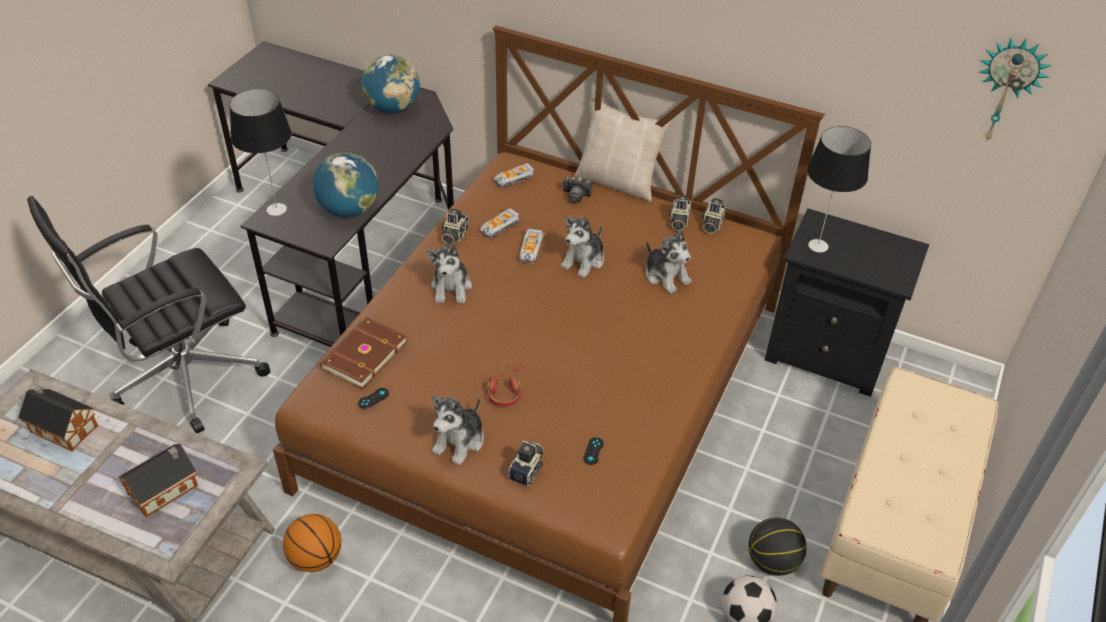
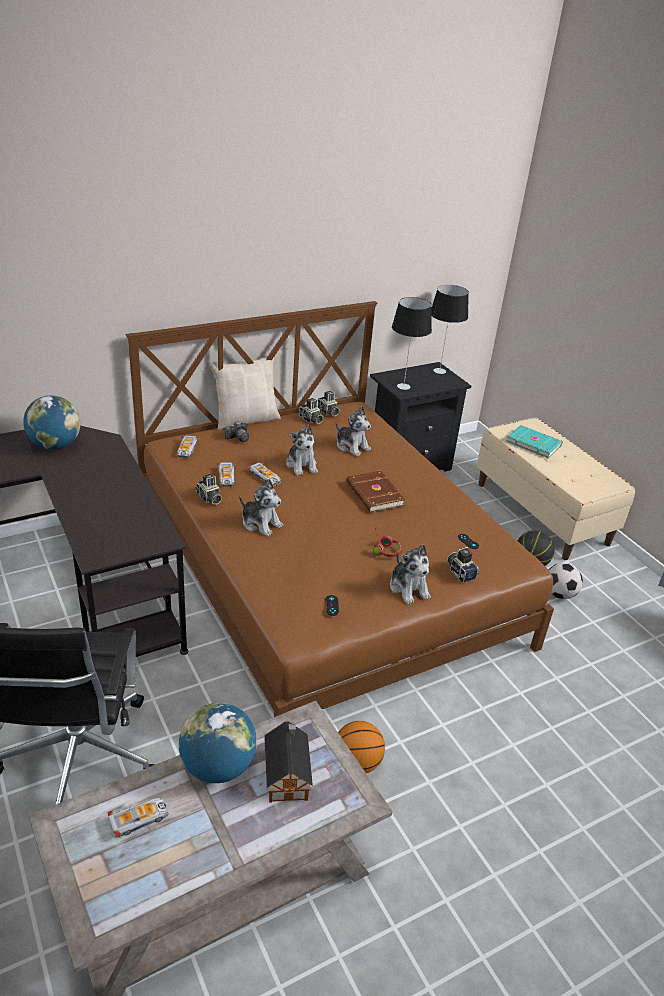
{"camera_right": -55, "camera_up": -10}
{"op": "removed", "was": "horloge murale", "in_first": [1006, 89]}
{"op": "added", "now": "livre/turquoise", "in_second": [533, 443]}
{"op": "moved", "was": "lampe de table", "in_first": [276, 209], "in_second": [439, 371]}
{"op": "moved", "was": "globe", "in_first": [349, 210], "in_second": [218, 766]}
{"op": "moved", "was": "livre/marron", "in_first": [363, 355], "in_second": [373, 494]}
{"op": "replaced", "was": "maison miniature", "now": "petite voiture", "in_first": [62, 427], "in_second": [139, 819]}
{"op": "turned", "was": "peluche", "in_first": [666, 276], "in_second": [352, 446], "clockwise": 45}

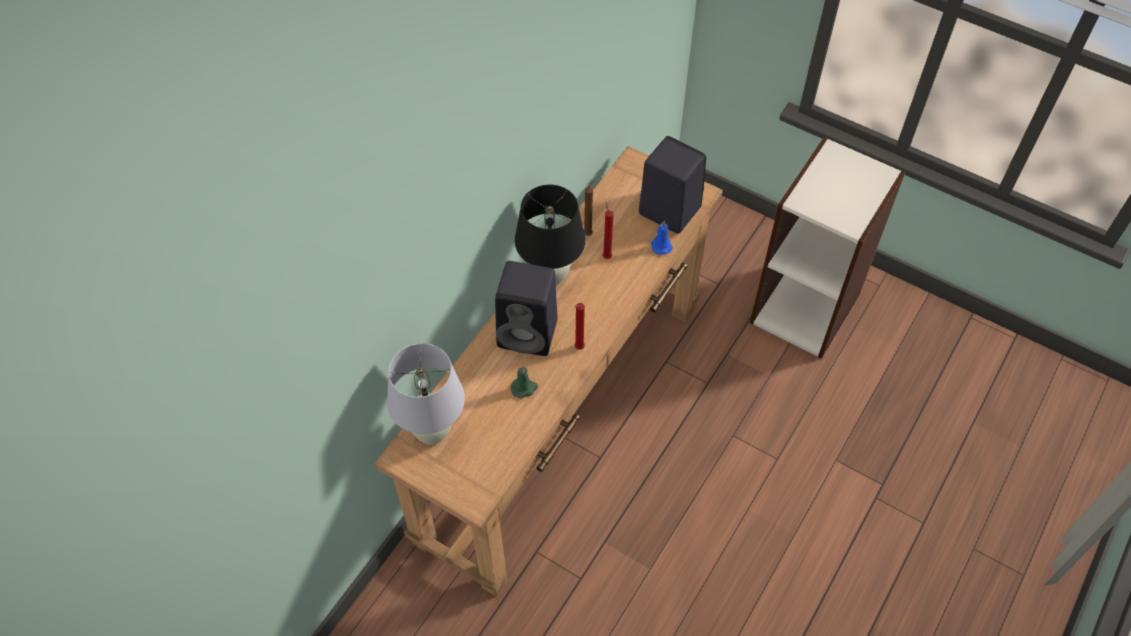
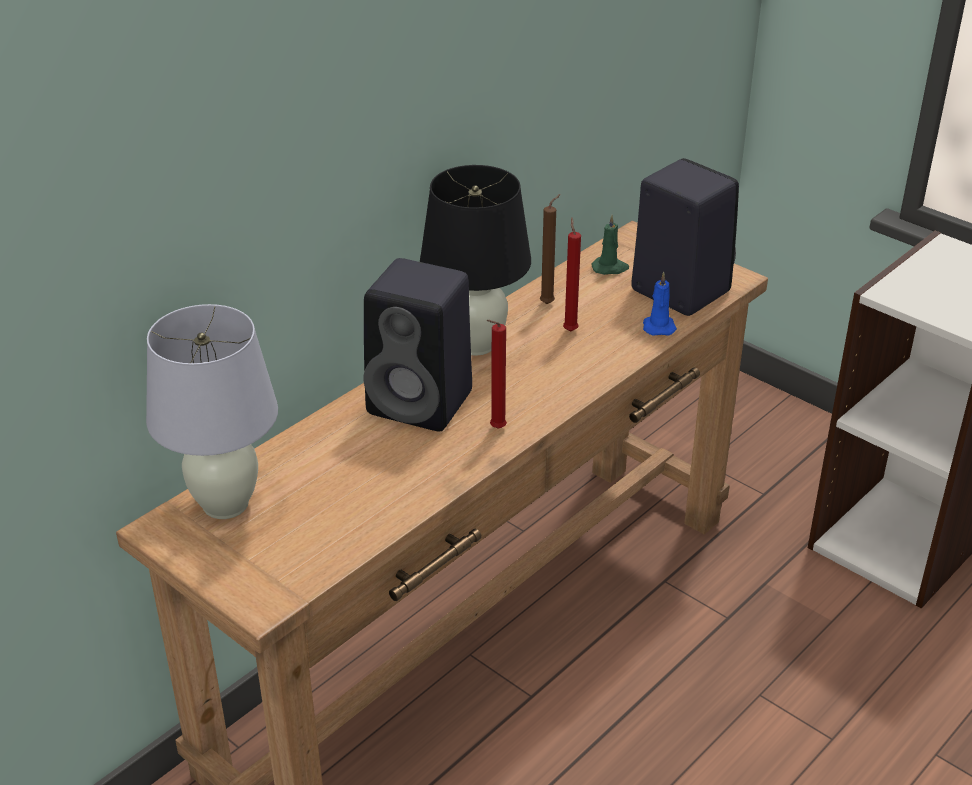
{"camera_right": 10, "camera_up": -20}
{"op": "moved", "was": "bougie/vert", "in_first": [524, 388], "in_second": [610, 268]}

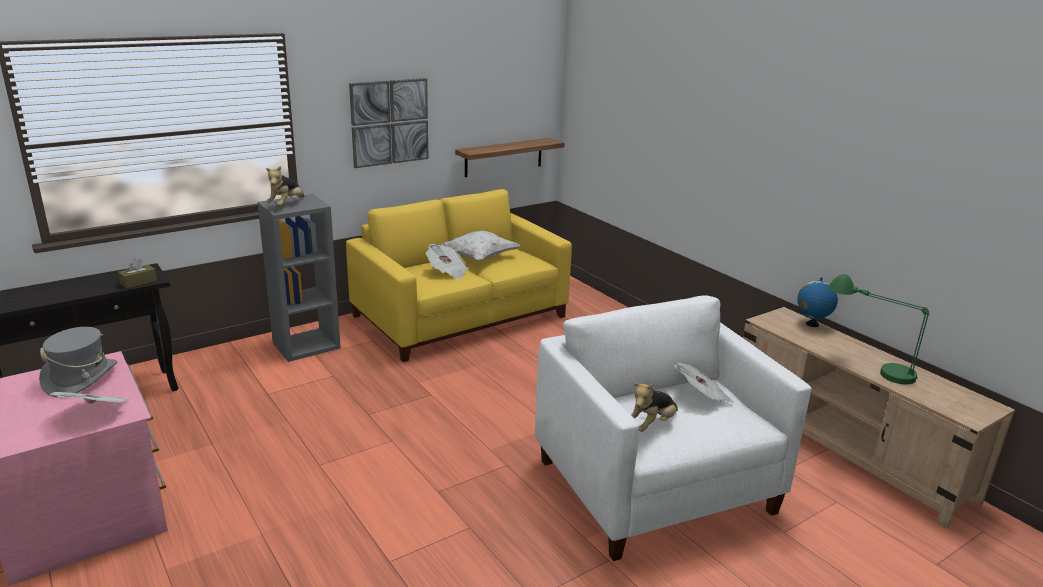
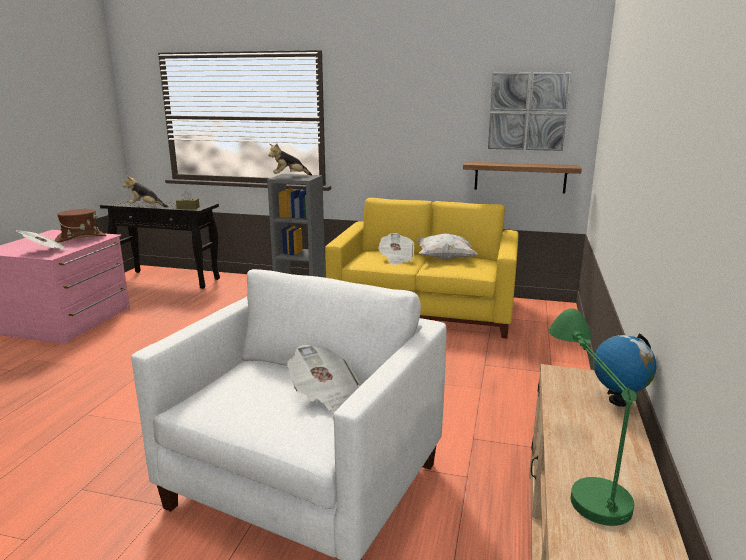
{"camera_right": 50, "camera_up": -5}
{"op": "moved", "was": "tableau", "in_first": [389, 122], "in_second": [528, 111]}
{"op": "moved", "was": "peluche", "in_first": [651, 424], "in_second": [146, 207]}
{"op": "recoloured", "was": "chapeau/gris", "now": "chapeau/marron", "in_first": [81, 378], "in_second": [81, 238]}

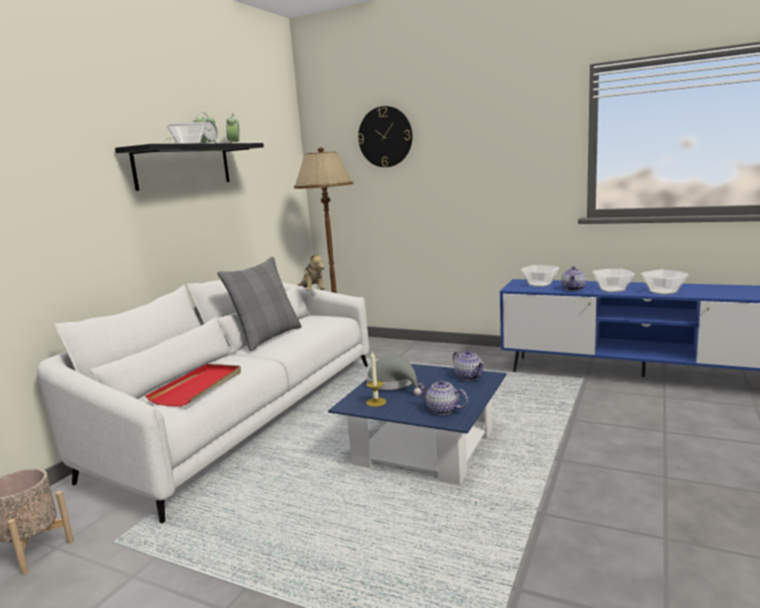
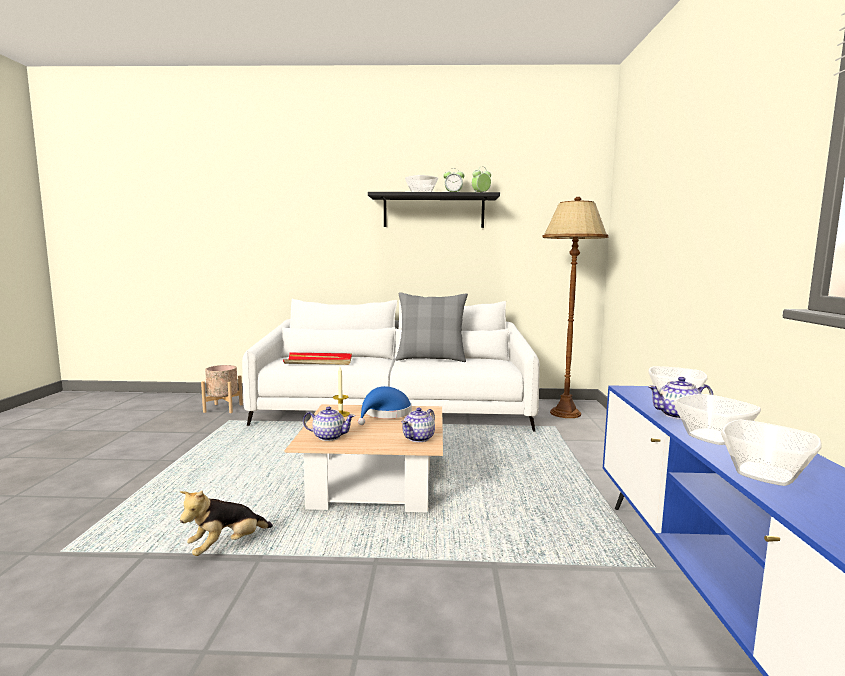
{"camera_right": 65, "camera_up": -5}
{"op": "removed", "was": "horloge murale", "in_first": [385, 137]}
{"op": "moved", "was": "peluche", "in_first": [313, 292], "in_second": [227, 546]}
{"op": "recoloured", "was": "table basse/bleu", "now": "table basse/beige", "in_first": [425, 447], "in_second": [374, 484]}
{"op": "recoloured", "was": "chapeau/gris", "now": "chapeau/bleu", "in_first": [394, 383], "in_second": [385, 414]}
{"op": "turned", "was": "théière", "in_first": [442, 410], "in_second": [329, 437], "clockwise": 90}

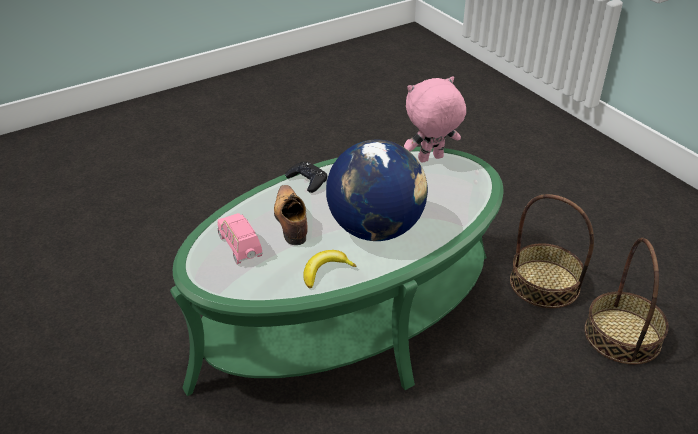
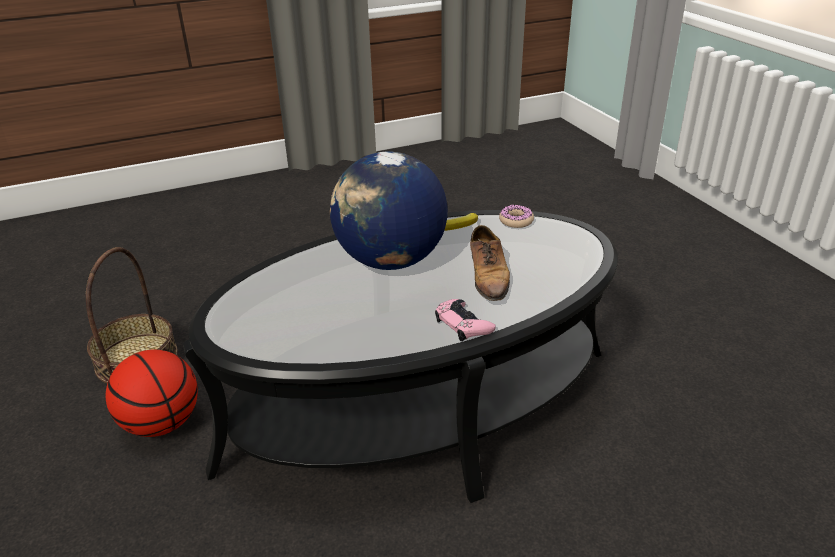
{"camera_right": -170, "camera_up": -5}
{"op": "removed", "was": "petite voiture/rose", "in_first": [240, 247]}
{"op": "removed", "was": "peluche/rose", "in_first": [431, 159]}
{"op": "added", "now": "beignet", "in_second": [516, 221]}
{"op": "replaced", "was": "panier", "now": "ballon de basket", "in_first": [544, 283], "in_second": [161, 423]}
{"op": "recoloured", "was": "table basse/vert", "now": "table basse/noir", "in_first": [349, 317], "in_second": [420, 407]}
{"op": "recoloured", "was": "manette/noir", "now": "manette/rose", "in_first": [307, 180], "in_second": [463, 324]}

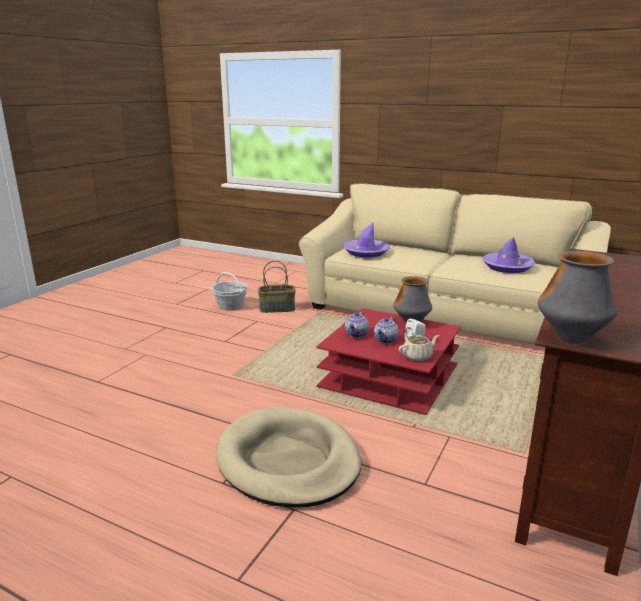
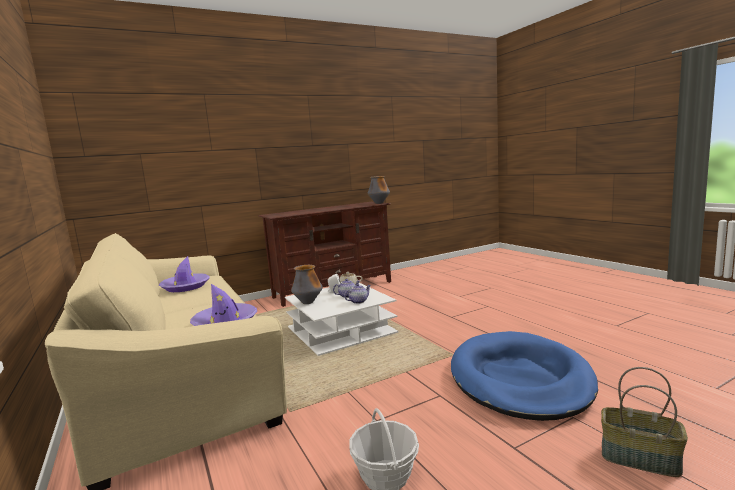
{"camera_right": -145, "camera_up": -10}
{"op": "removed", "was": "panier pour chien/beige", "in_first": [288, 461]}
{"op": "added", "now": "panier pour chien/bleu", "in_second": [520, 379]}
{"op": "moved", "was": "panier", "in_first": [277, 308], "in_second": [639, 459]}
{"op": "recoloured", "was": "table basse/rouge", "now": "table basse/blanc", "in_first": [389, 376], "in_second": [341, 330]}

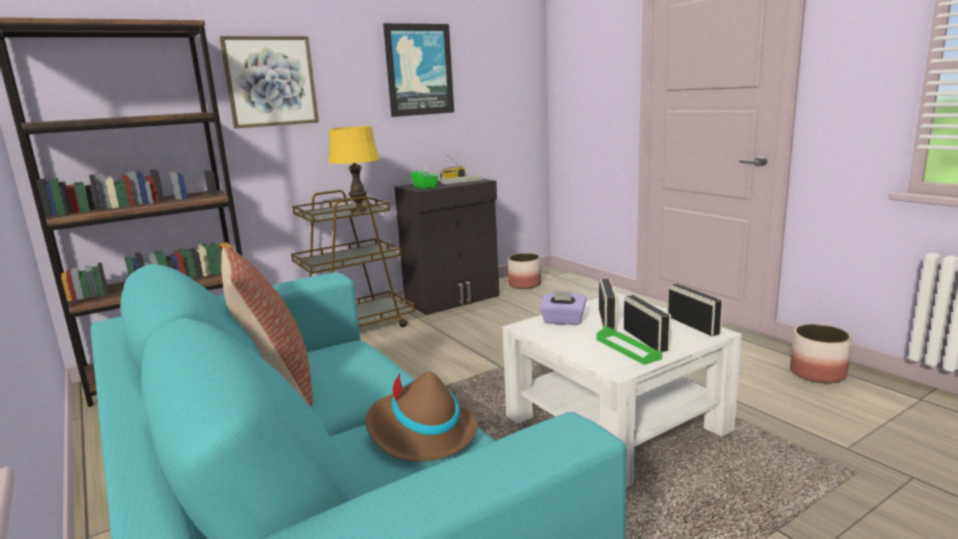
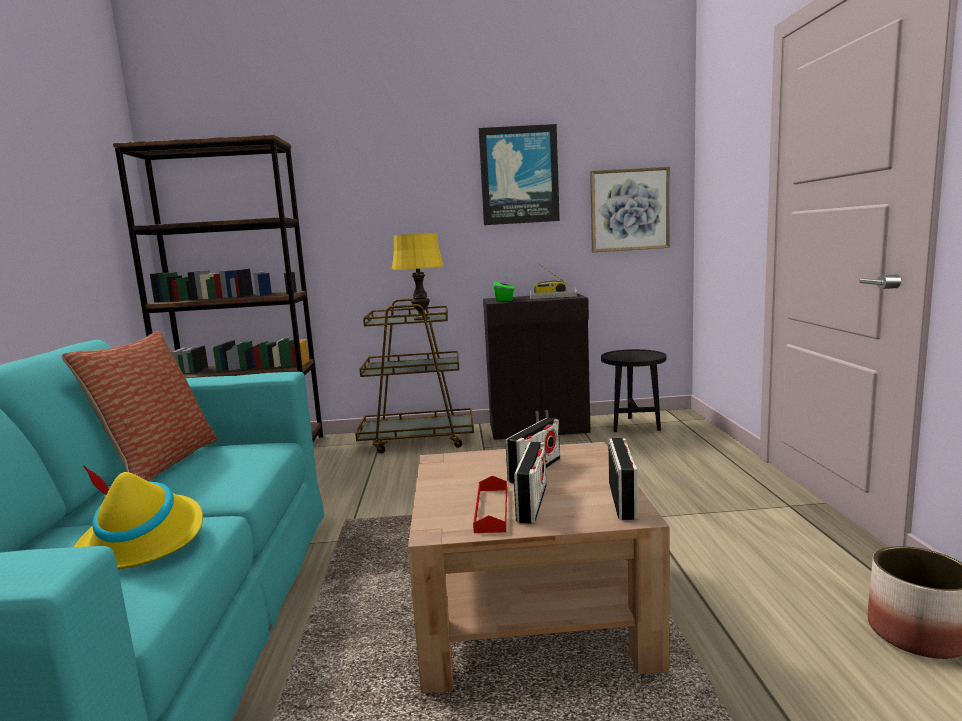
{"camera_right": 30, "camera_up": -5}
{"op": "removed", "was": "boîte à mouchoirs/violet", "in_first": [563, 321]}
{"op": "moved", "was": "tableau", "in_first": [271, 81], "in_second": [629, 210]}
{"op": "replaced", "was": "cache-pot", "now": "table d'appoint/noir", "in_first": [524, 284], "in_second": [633, 425]}
{"op": "recoloured", "was": "chapeau/marron", "now": "chapeau/jaune", "in_first": [420, 433], "in_second": [144, 540]}
{"op": "recoloured", "was": "table basse/blanc", "now": "table basse/marron", "in_first": [615, 424], "in_second": [529, 610]}
{"op": "recoloured", "was": "plateau/vert", "now": "plateau/rouge", "in_first": [627, 349], "in_second": [491, 509]}

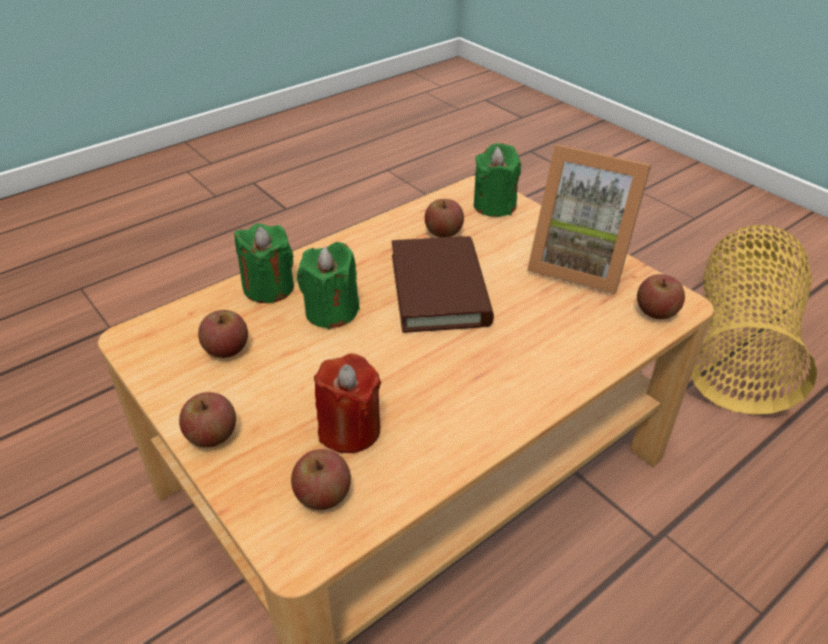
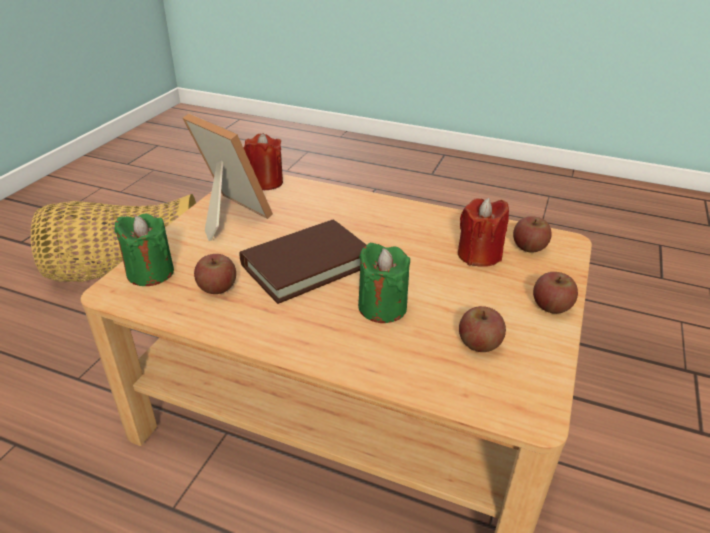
{"camera_right": -120, "camera_up": -5}
{"op": "removed", "was": "bougie/vert", "in_first": [269, 288]}
{"op": "replaced", "was": "pomme", "now": "bougie/rouge", "in_first": [656, 311], "in_second": [265, 182]}
{"op": "turned", "was": "cadre photo", "in_first": [579, 264], "in_second": [227, 215], "clockwise": -45}

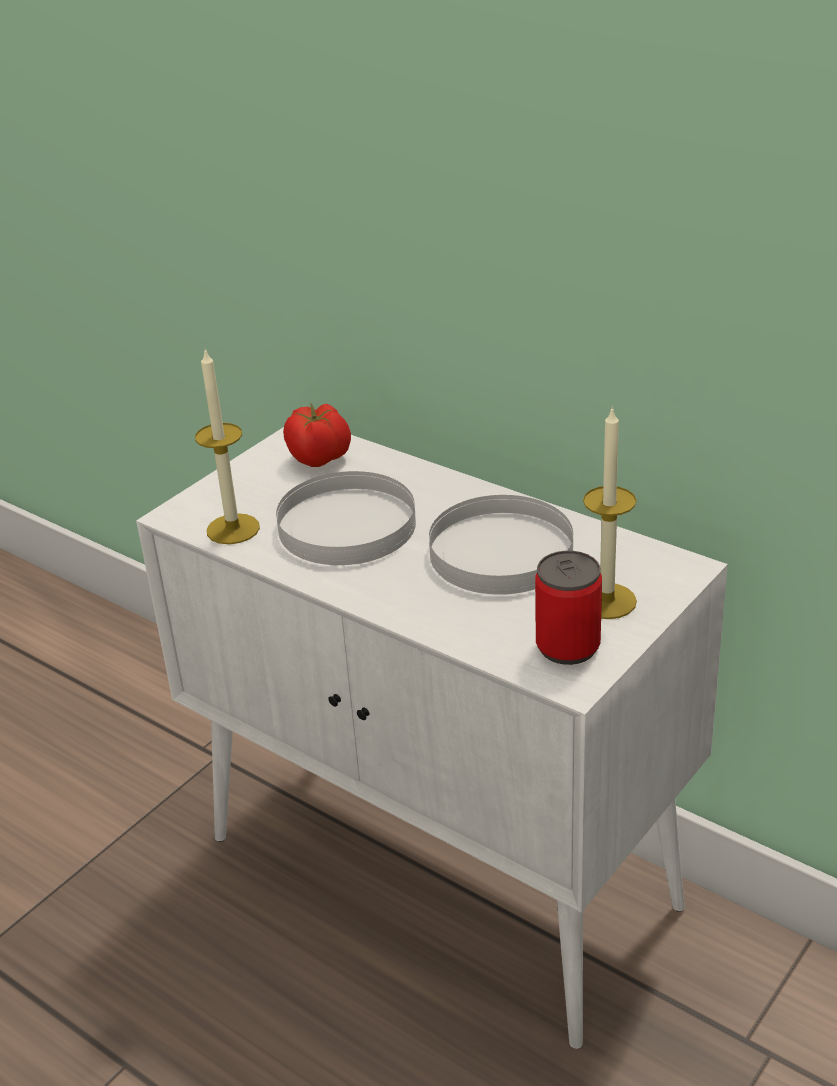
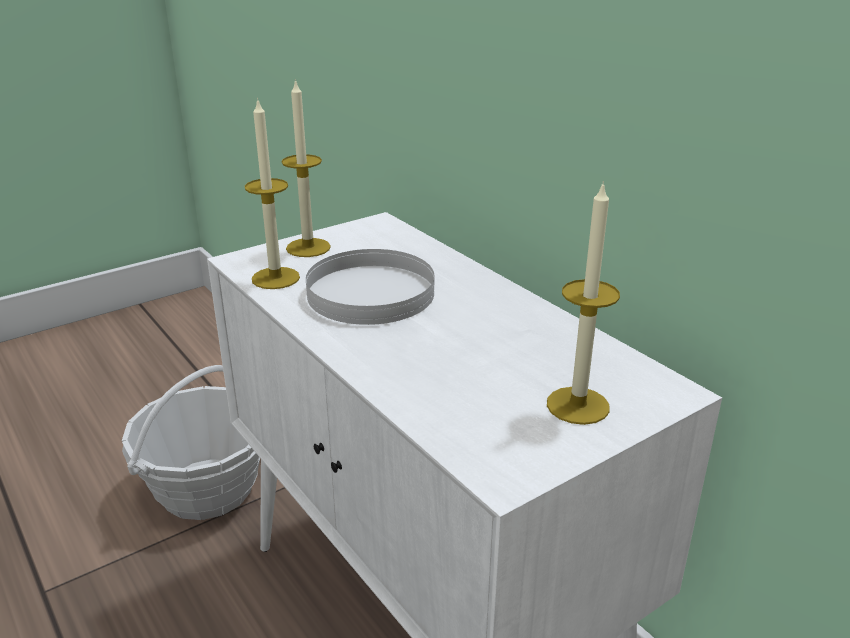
{"camera_right": 15, "camera_up": -5}
{"op": "removed", "was": "tomate", "in_first": [320, 458]}
{"op": "removed", "was": "assiette/blanc", "in_first": [500, 551]}
{"op": "removed", "was": "boîte métallique", "in_first": [568, 646]}
{"op": "added", "now": "panier", "in_second": [206, 489]}
{"op": "added", "now": "bougie", "in_second": [308, 247]}

